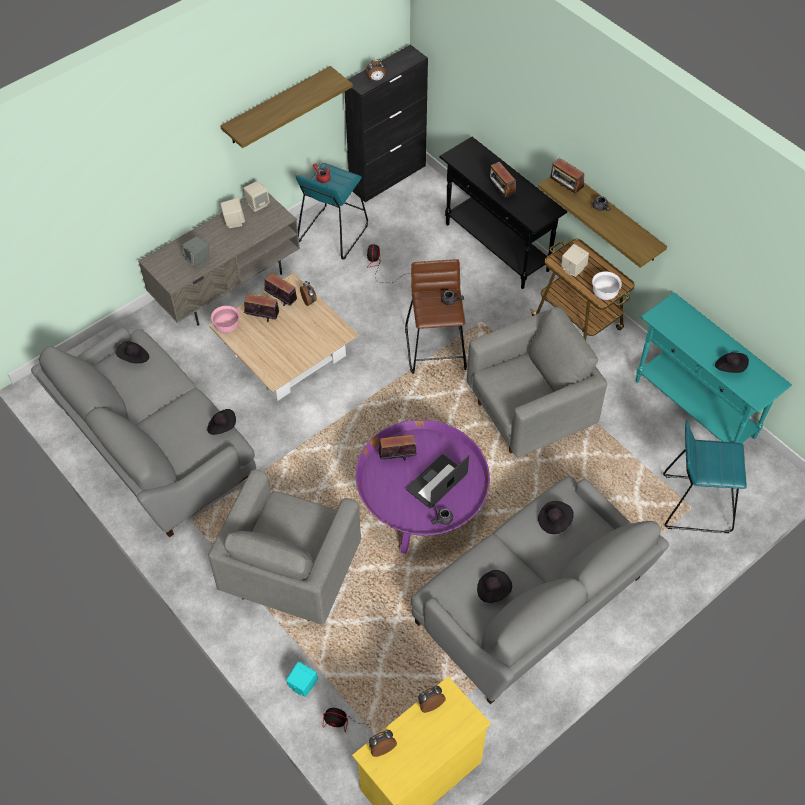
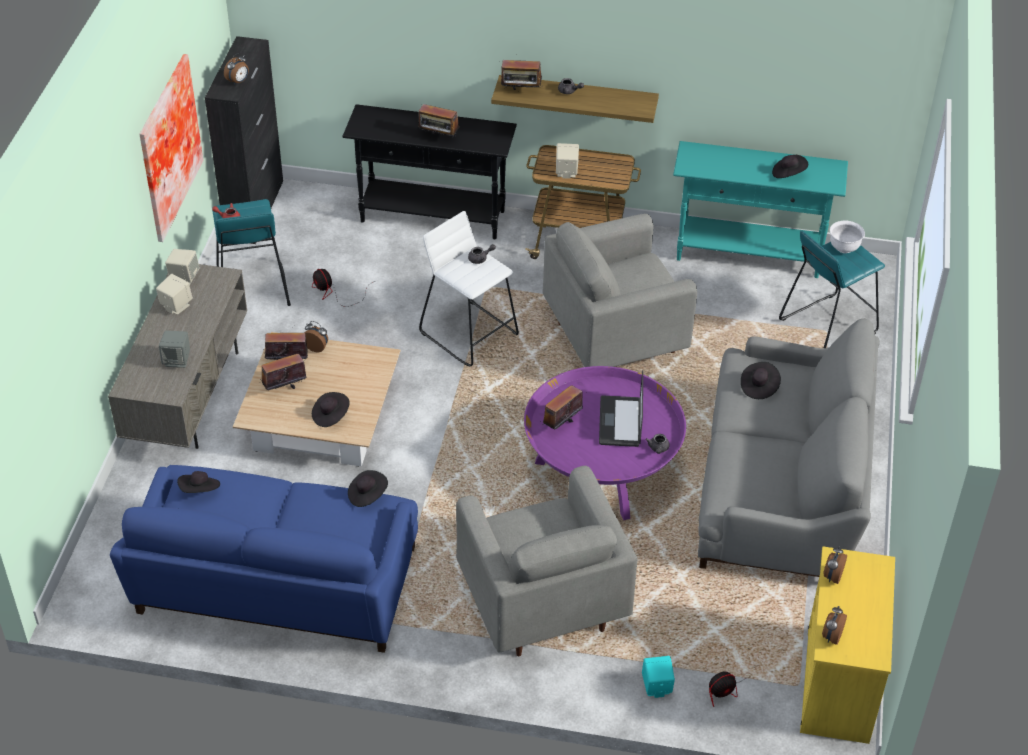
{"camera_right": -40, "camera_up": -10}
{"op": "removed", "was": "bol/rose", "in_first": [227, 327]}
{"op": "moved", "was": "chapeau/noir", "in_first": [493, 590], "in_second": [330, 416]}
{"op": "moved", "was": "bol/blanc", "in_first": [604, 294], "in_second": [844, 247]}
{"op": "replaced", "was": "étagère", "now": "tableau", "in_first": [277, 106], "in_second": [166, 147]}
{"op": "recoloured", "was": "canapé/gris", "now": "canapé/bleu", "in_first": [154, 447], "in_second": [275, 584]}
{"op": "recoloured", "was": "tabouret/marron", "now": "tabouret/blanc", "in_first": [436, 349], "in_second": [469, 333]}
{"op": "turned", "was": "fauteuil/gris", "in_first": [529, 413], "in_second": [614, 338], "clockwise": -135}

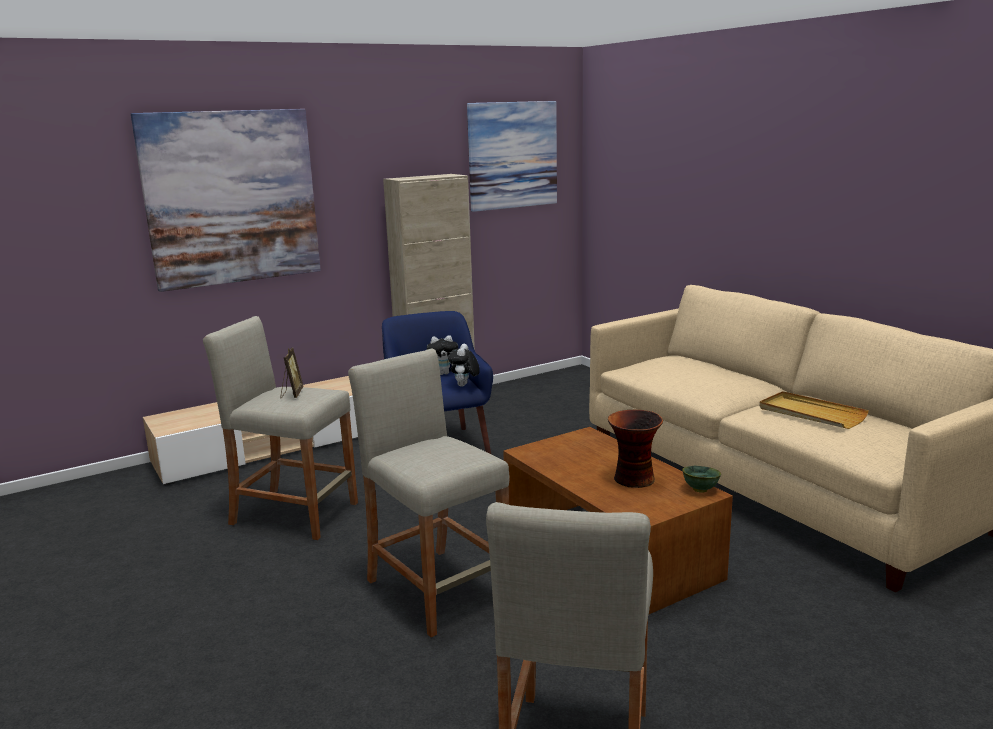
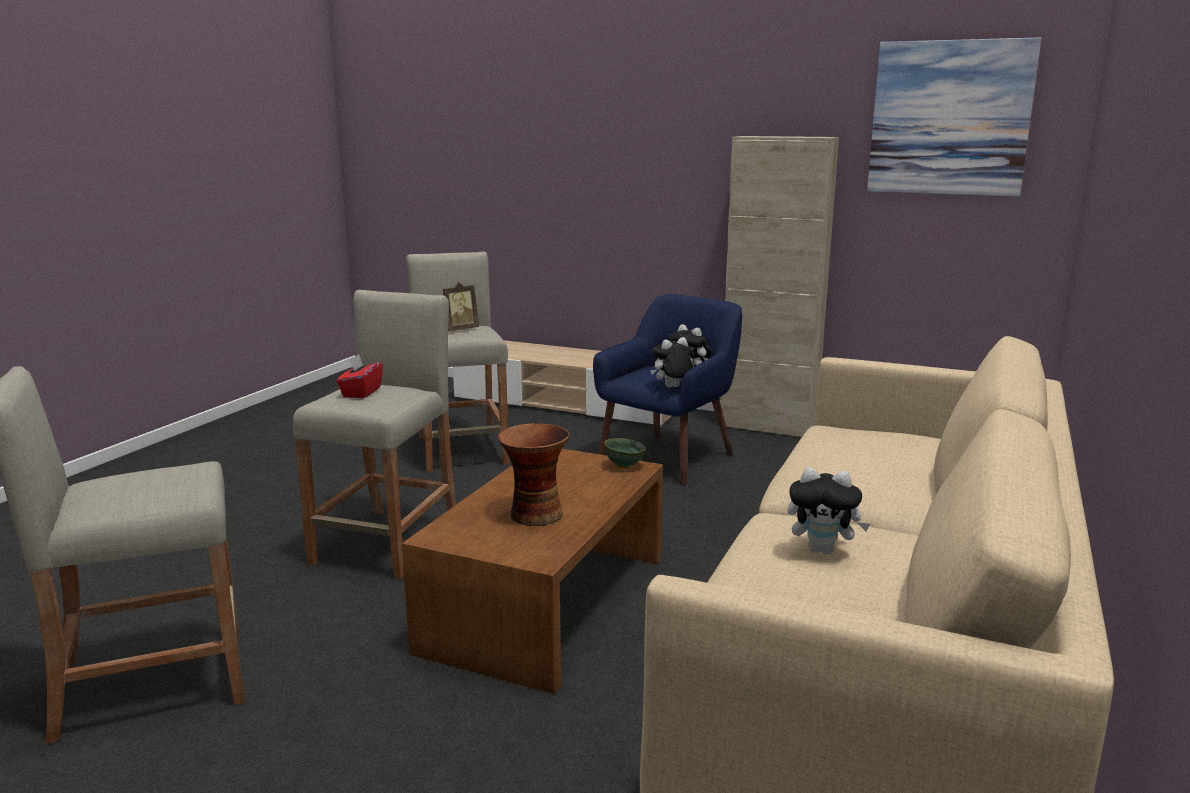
{"camera_right": 55, "camera_up": 0}
{"op": "removed", "was": "tableau", "in_first": [232, 198]}
{"op": "added", "now": "boîte à mouchoirs/rouge", "in_second": [361, 392]}
{"op": "moved", "was": "bol/vert", "in_first": [699, 490], "in_second": [623, 466]}
{"op": "replaced", "was": "plateau/beige", "now": "peluche", "in_first": [811, 413], "in_second": [823, 550]}

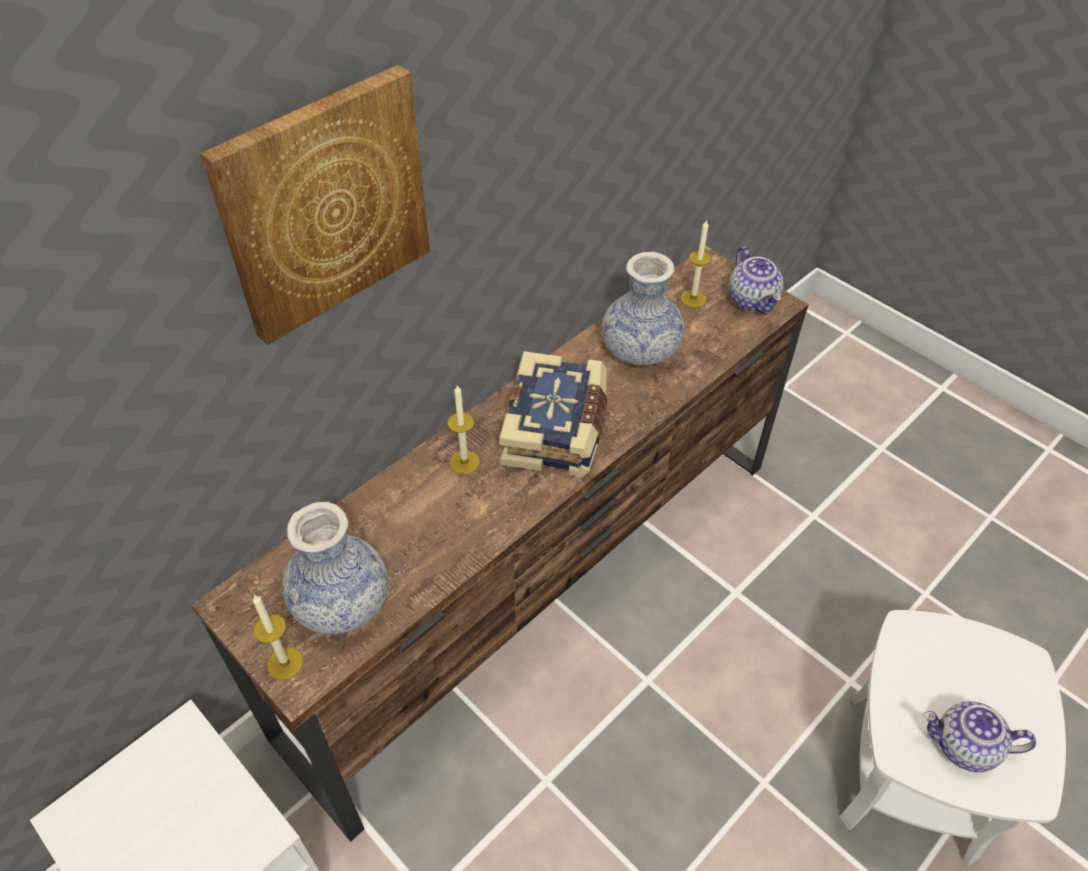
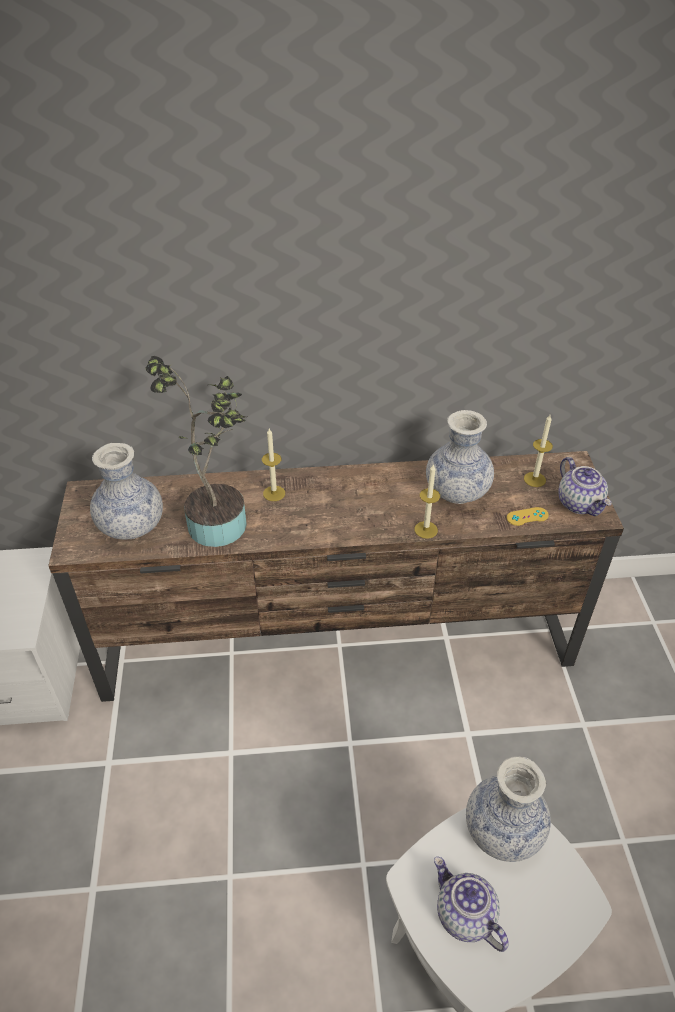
{"camera_right": 40, "camera_up": -5}
{"op": "removed", "was": "tableau", "in_first": [324, 204]}
{"op": "removed", "was": "livre", "in_first": [557, 429]}
{"op": "added", "now": "plante en pot", "in_second": [219, 520]}
{"op": "added", "now": "vase", "in_second": [503, 830]}
{"op": "added", "now": "manette/jaune", "in_second": [527, 516]}
{"op": "moved", "was": "bougie", "in_first": [285, 663], "in_second": [426, 530]}
{"op": "turned", "was": "théière", "in_first": [753, 301], "in_second": [580, 503], "clockwise": -45}

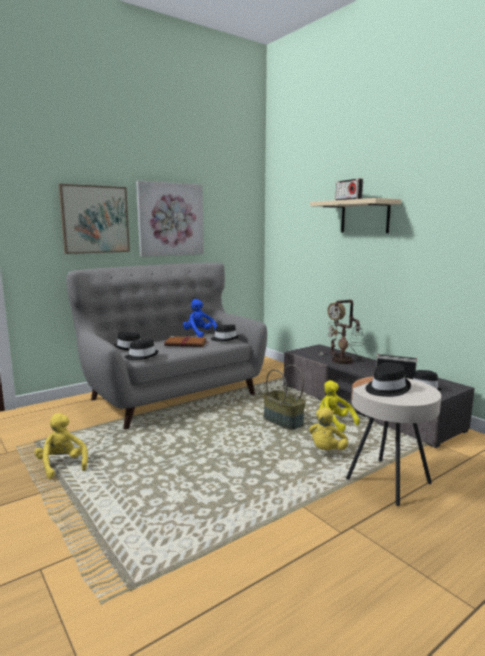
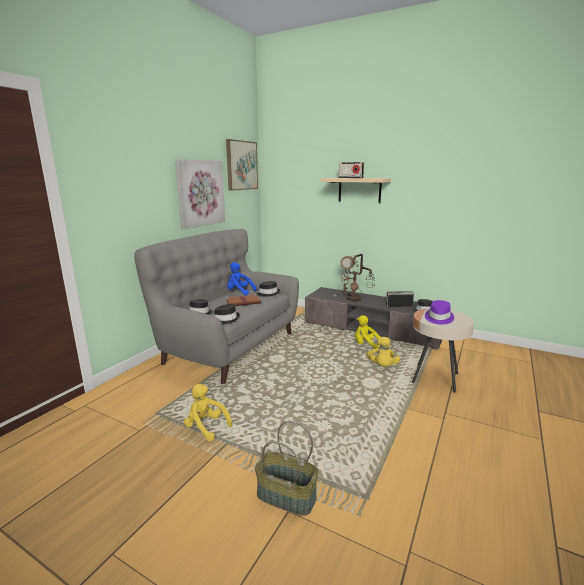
{"camera_right": -25, "camera_up": 5}
{"op": "moved", "was": "tableau", "in_first": [95, 219], "in_second": [241, 165]}
{"op": "moved", "was": "panier", "in_first": [282, 421], "in_second": [285, 497]}
{"op": "recoloured", "was": "chapeau/noir", "now": "chapeau/violet", "in_first": [386, 388], "in_second": [438, 318]}

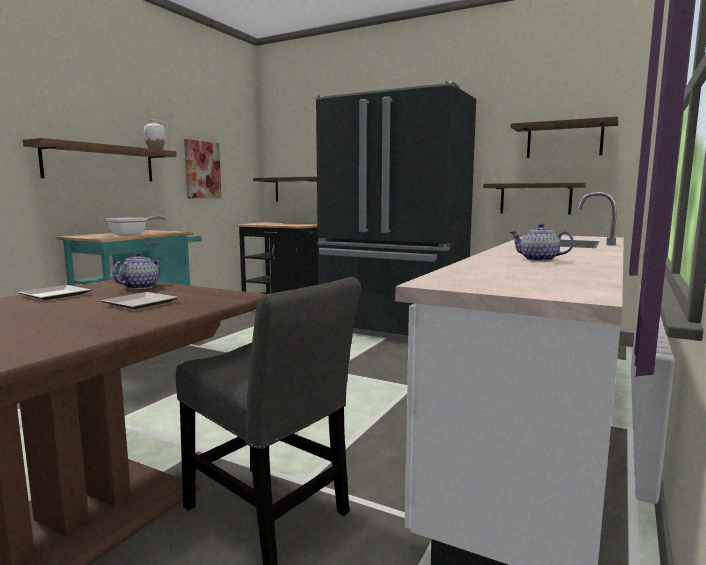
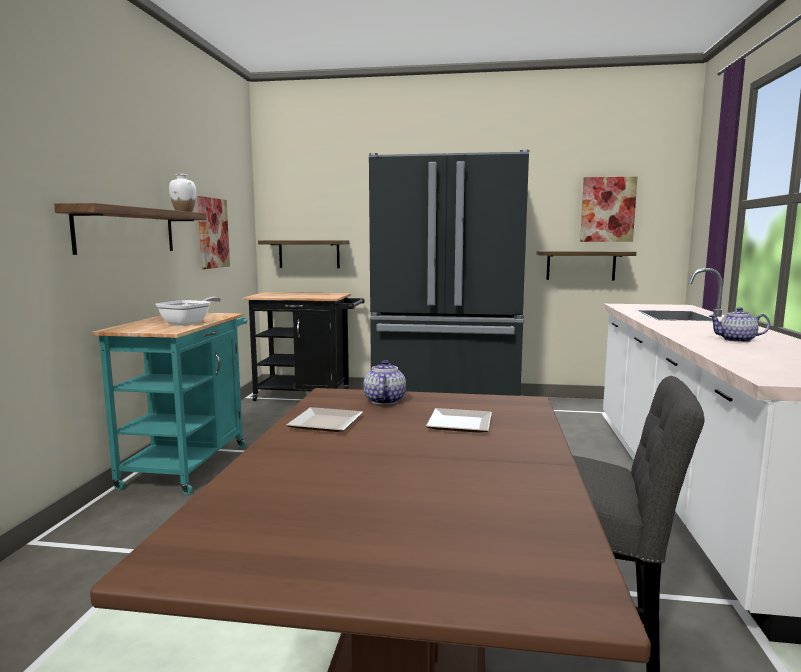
{"camera_right": -20, "camera_up": 0}
{"op": "replaced", "was": "étagère", "now": "tableau", "in_first": [564, 140], "in_second": [607, 209]}

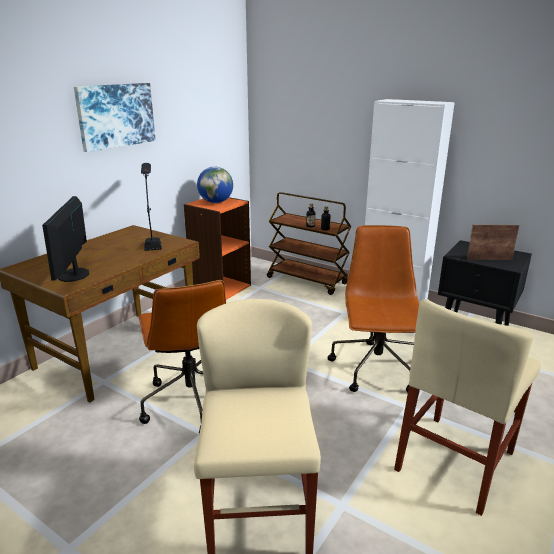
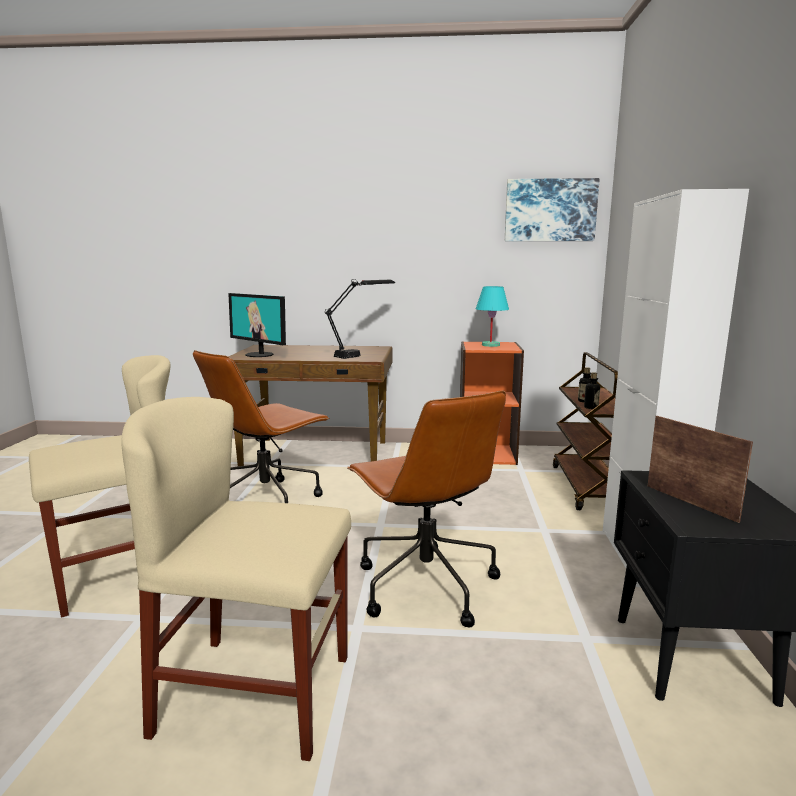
{"camera_right": 60, "camera_up": -10}
{"op": "moved", "was": "tableau", "in_first": [115, 115], "in_second": [550, 210]}
{"op": "replaced", "was": "globe", "now": "lampe de table/turquoise", "in_first": [216, 202], "in_second": [491, 345]}
{"op": "turned", "was": "écran d'ordinateur", "in_first": [74, 275], "in_second": [260, 354], "clockwise": -105}
{"op": "turned", "was": "chaise de bureau/marron", "in_first": [377, 370], "in_second": [424, 584], "clockwise": 90}

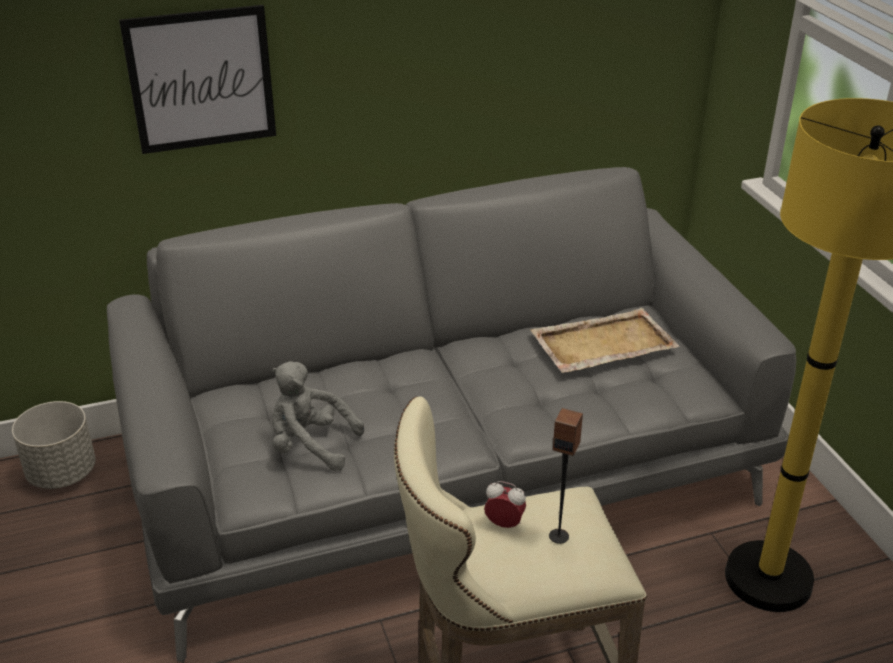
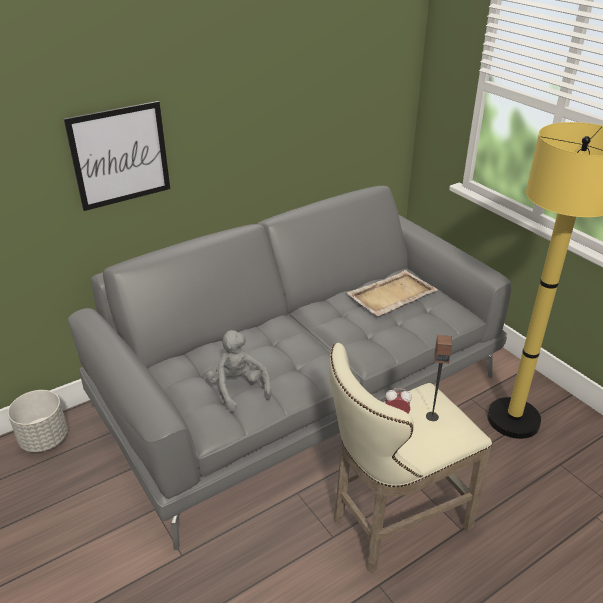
{"camera_right": -15, "camera_up": 0}
{"op": "turned", "was": "peluche/gris", "in_first": [310, 446], "in_second": [238, 389], "clockwise": 60}

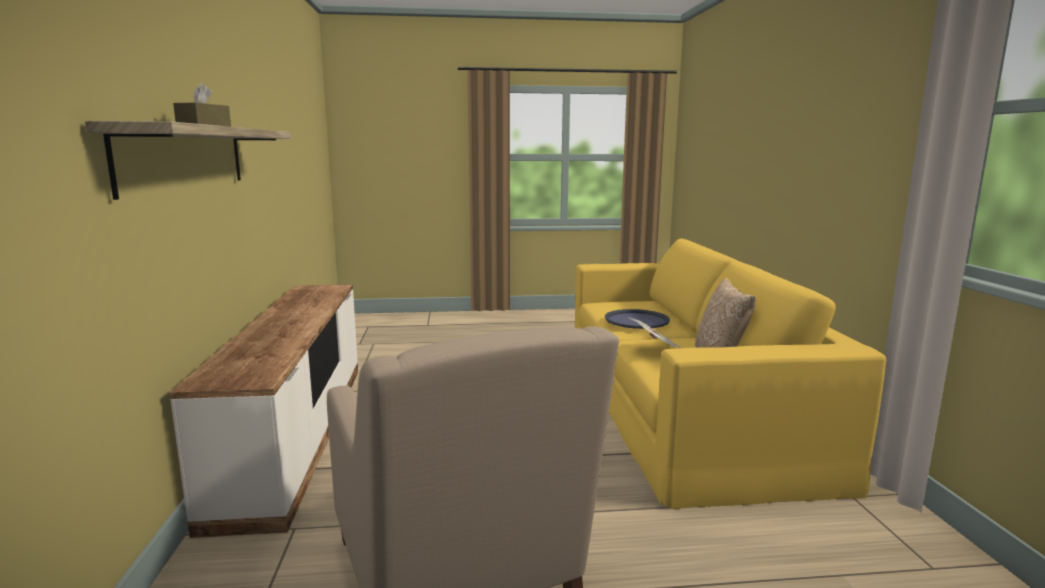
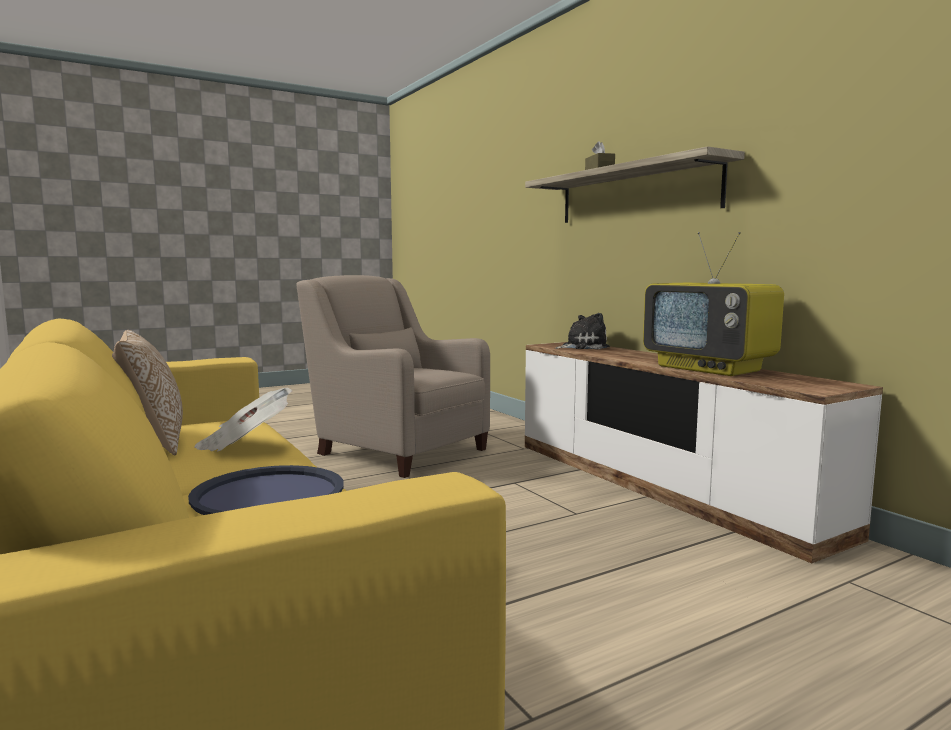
{"camera_right": 155, "camera_up": -5}
{"op": "added", "now": "peluche", "in_second": [582, 347]}
{"op": "added", "now": "téléviseur", "in_second": [710, 368]}

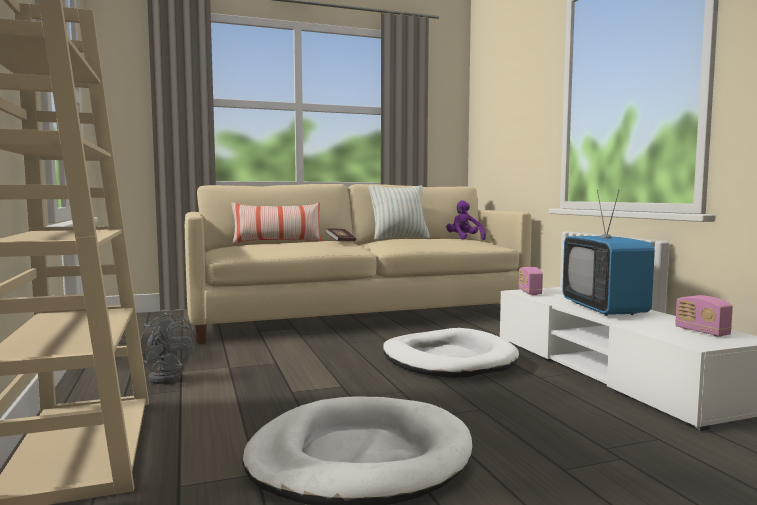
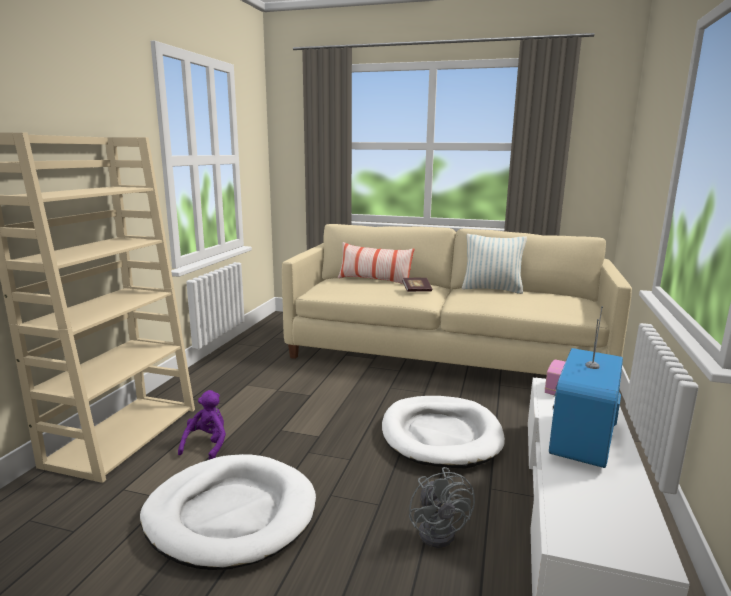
{"camera_right": 35, "camera_up": 10}
{"op": "removed", "was": "radio", "in_first": [702, 332]}
{"op": "moved", "was": "ventilateur/gris", "in_first": [168, 376], "in_second": [440, 530]}
{"op": "moved", "was": "peluche/violet", "in_first": [464, 239], "in_second": [207, 445]}

